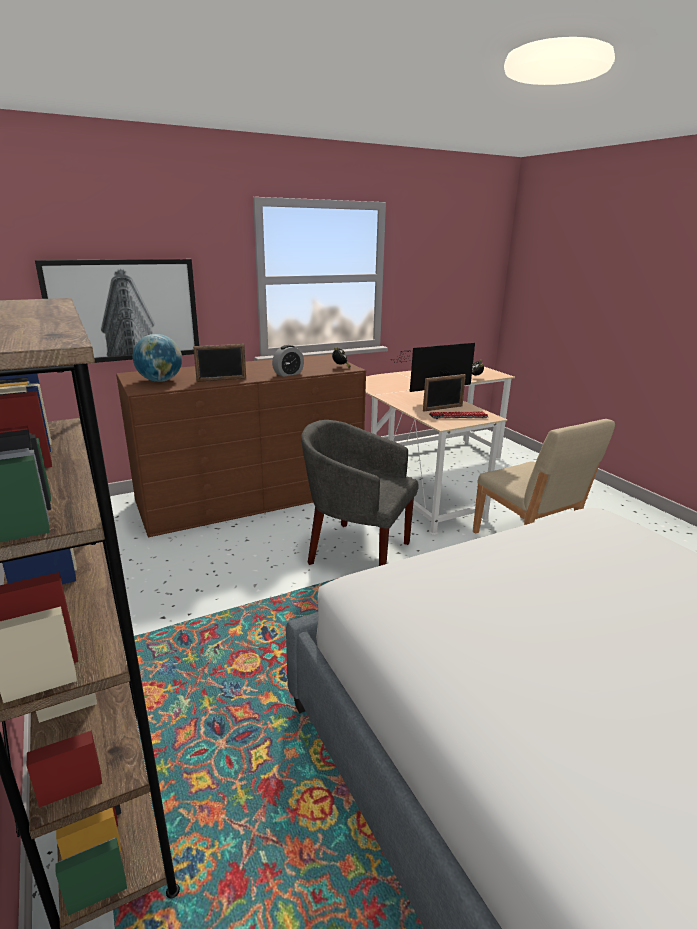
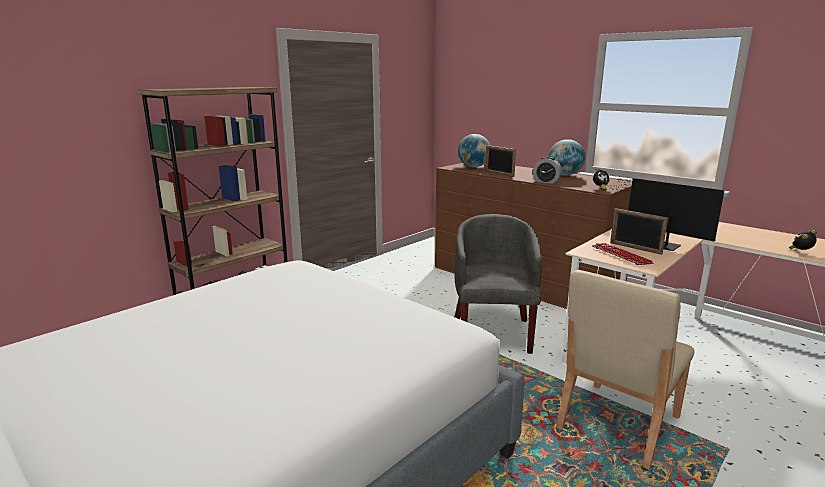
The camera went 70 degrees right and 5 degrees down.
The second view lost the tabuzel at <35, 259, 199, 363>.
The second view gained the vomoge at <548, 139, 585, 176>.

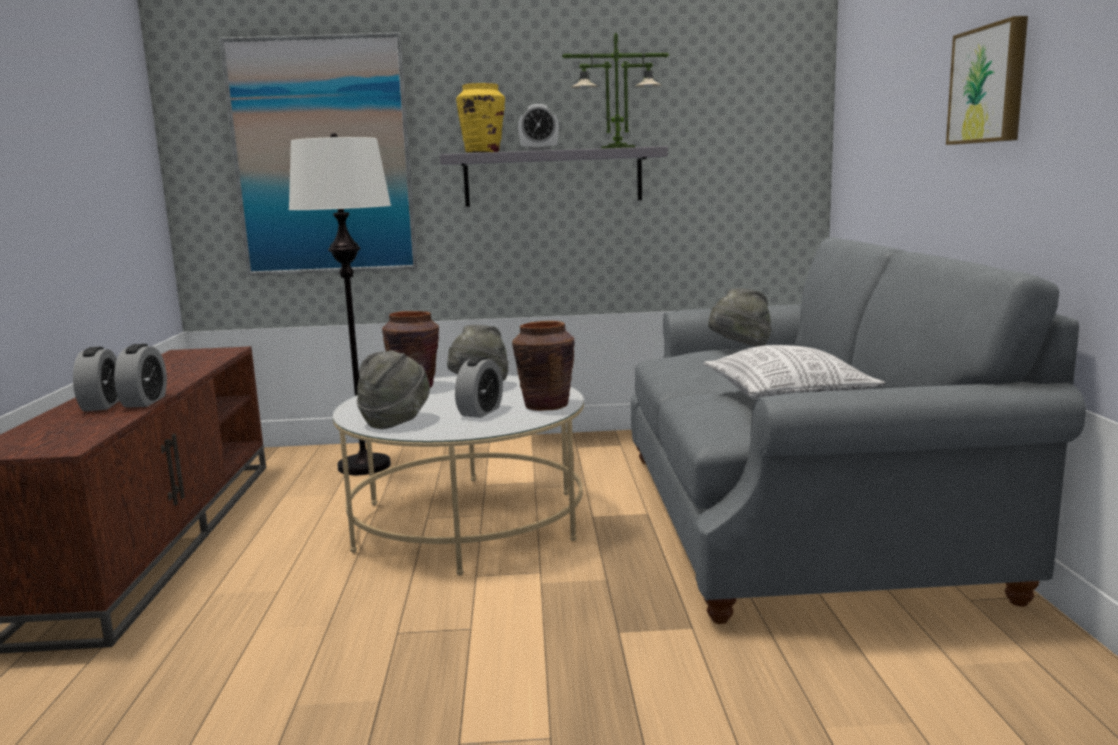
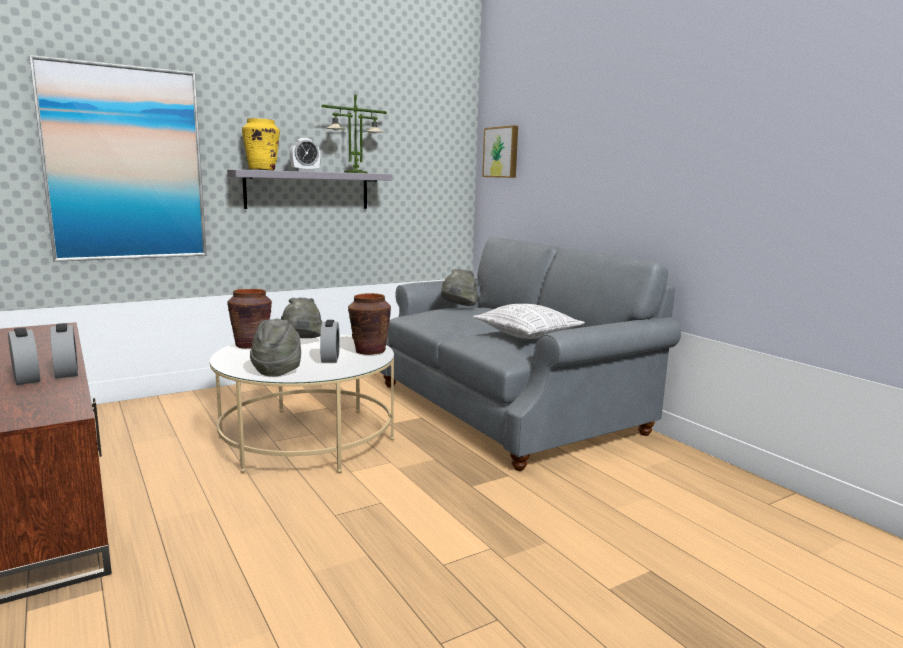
The camera went 30 degrees left and 0 degrees up.
The second view lost the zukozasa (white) at <288, 133, 391, 475>.
The tabuzel ended up elsewhere, having gone from <946, 16, 1028, 145> to <482, 125, 518, 178>.

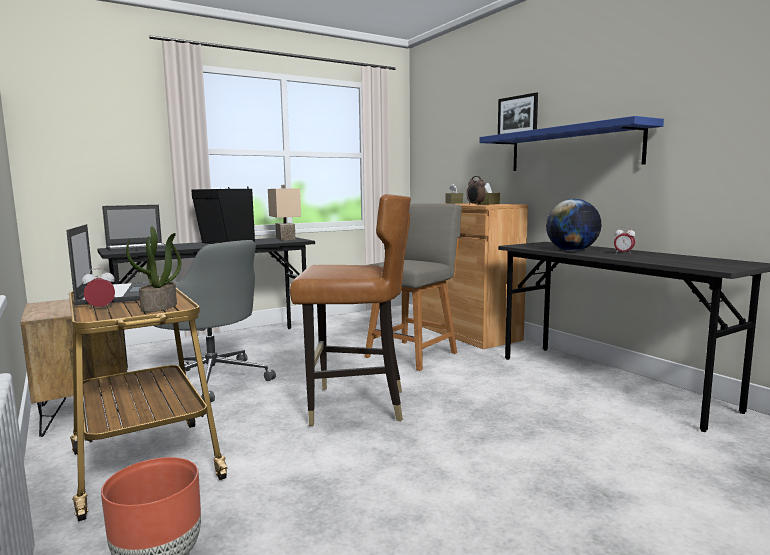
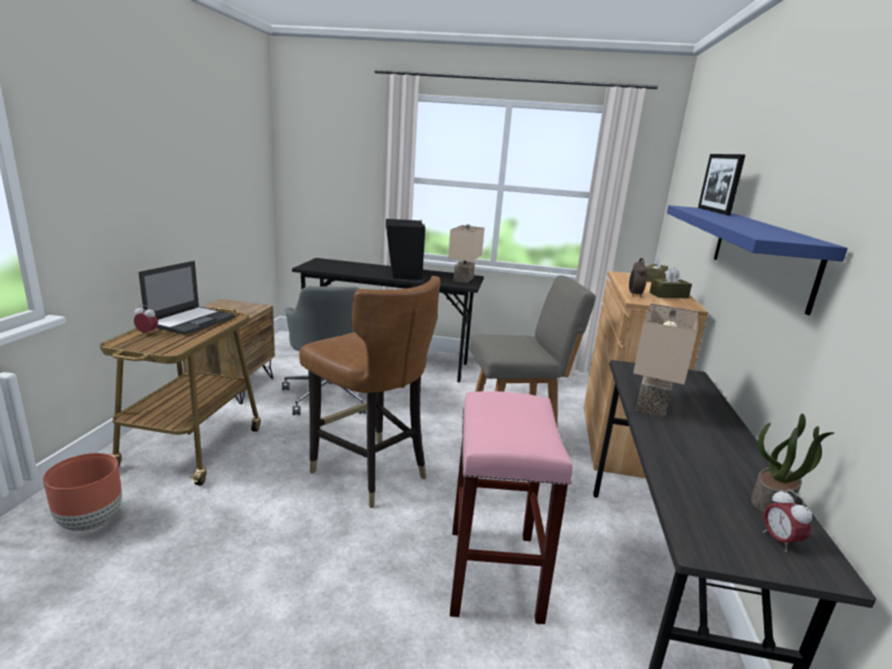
The camera went 40 degrees right and 10 degrees up.
The second view lost the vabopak at <102, 205, 166, 252>.
The second view gained the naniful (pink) at <450, 391, 573, 624>.
The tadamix ended up elsewhere, having gone from <126, 226, 182, 312> to <751, 414, 834, 512>.
The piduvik ended up elsewhere, having gone from <614, 226, 636, 255> to <763, 489, 812, 552>.
Where the vomoge stood at <546, 199, 601, 251>, the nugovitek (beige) came to stand at <633, 303, 698, 418>.

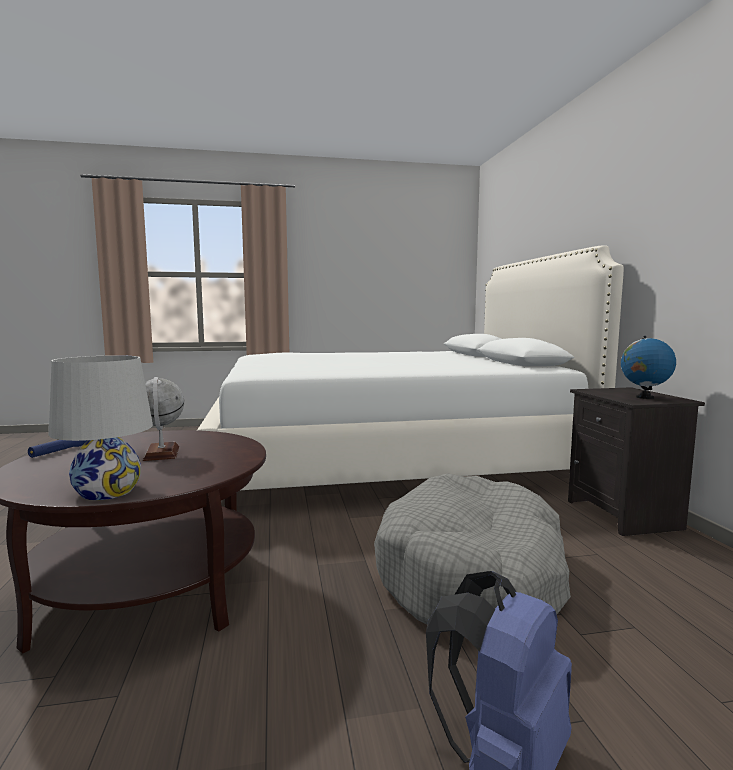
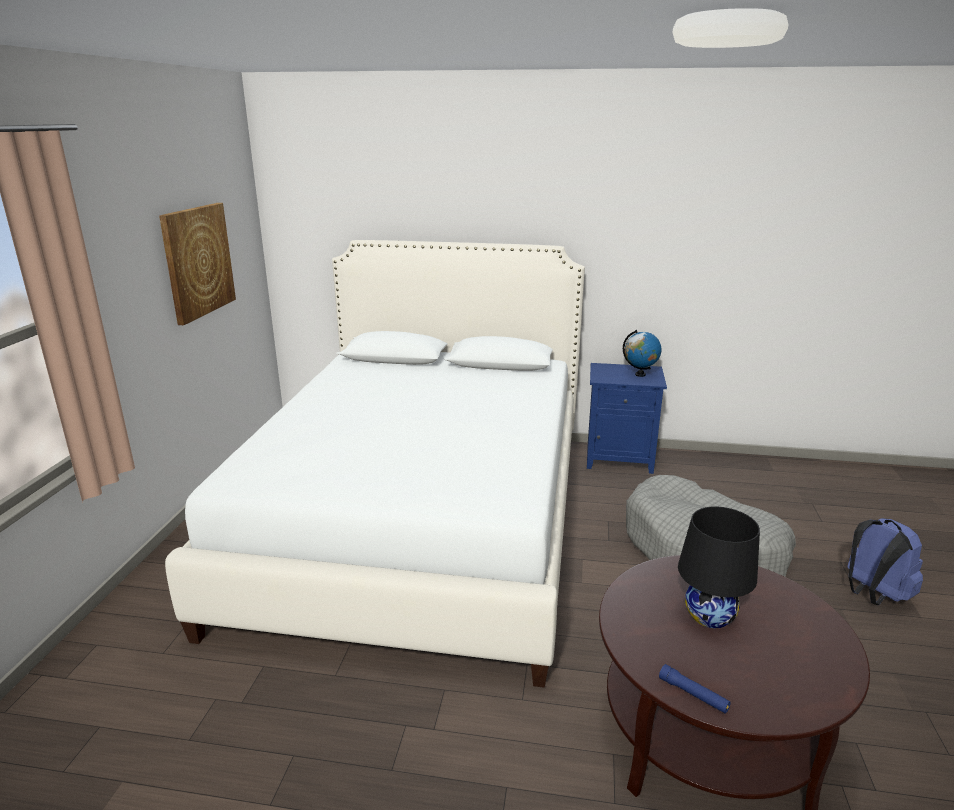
The camera went 70 degrees left and 15 degrees up.
The second view lost the nugovitek (white) at <48, 355, 153, 500>.
The second view gained the tabuzel at <159, 203, 236, 325>.
Where the vomoge stood at <142, 377, 184, 461>, the nugovitek (black) came to stand at <678, 507, 760, 628>.
What was the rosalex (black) at <568, 387, 705, 536> turned into the rosalex (blue) at <587, 363, 667, 474>.

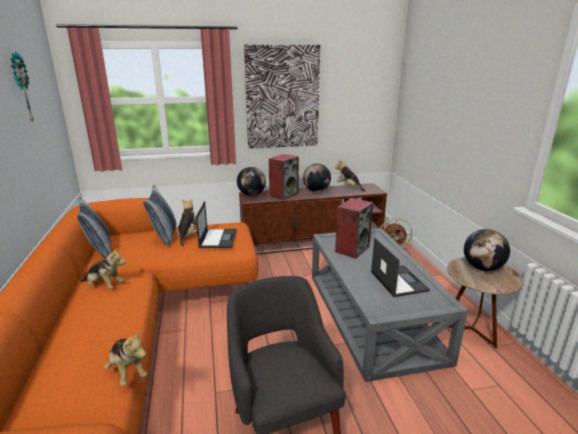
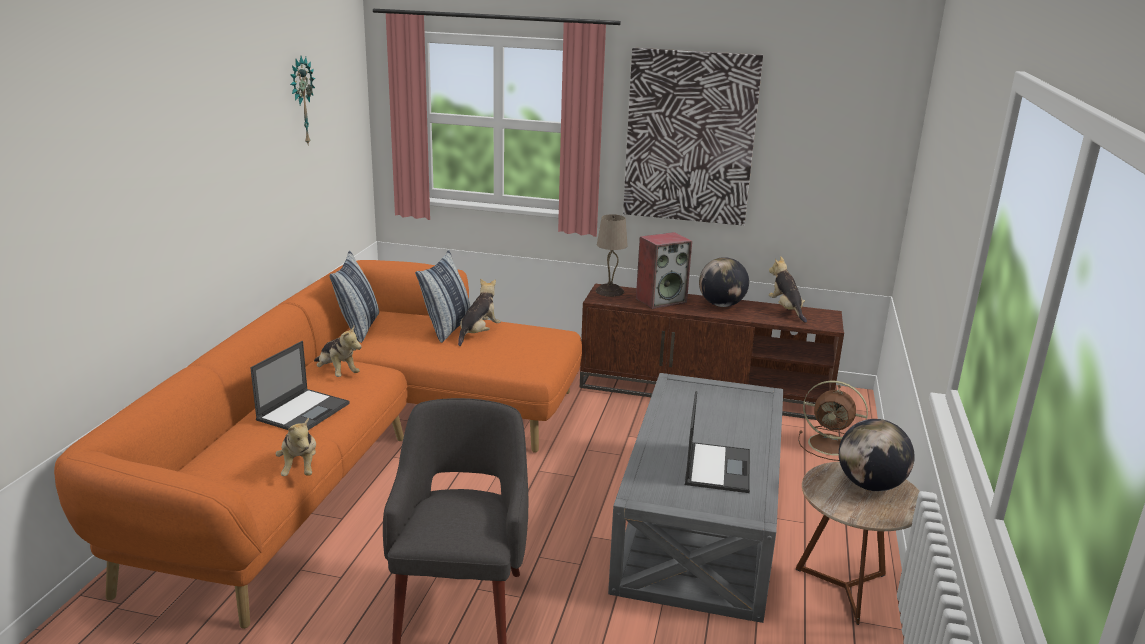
The camera went 25 degrees right and 0 degrees up.
The second view lost the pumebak at <335, 198, 373, 258>.
The vabopak ended up elsewhere, having gone from <196, 201, 237, 248> to <250, 341, 350, 430>.
Where the vomoge stood at <237, 167, 266, 196>, the nugovitek (beige) came to stand at <596, 214, 628, 297>.

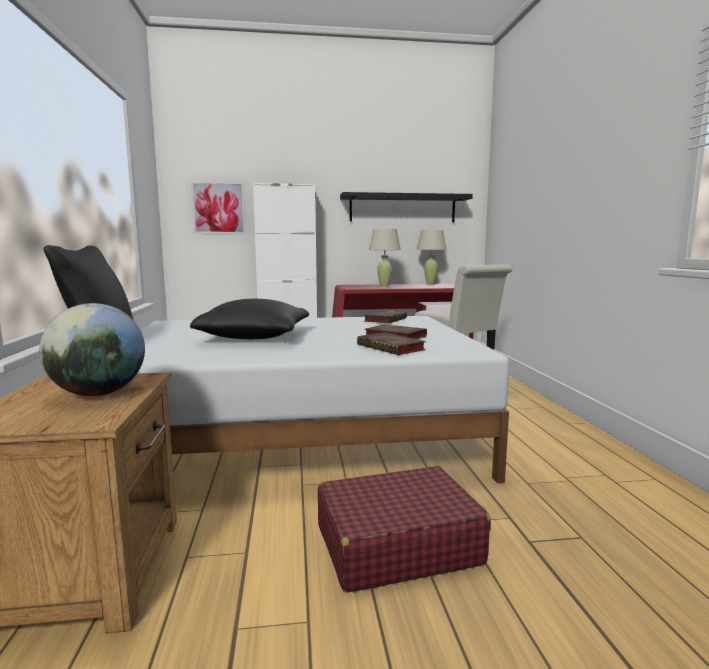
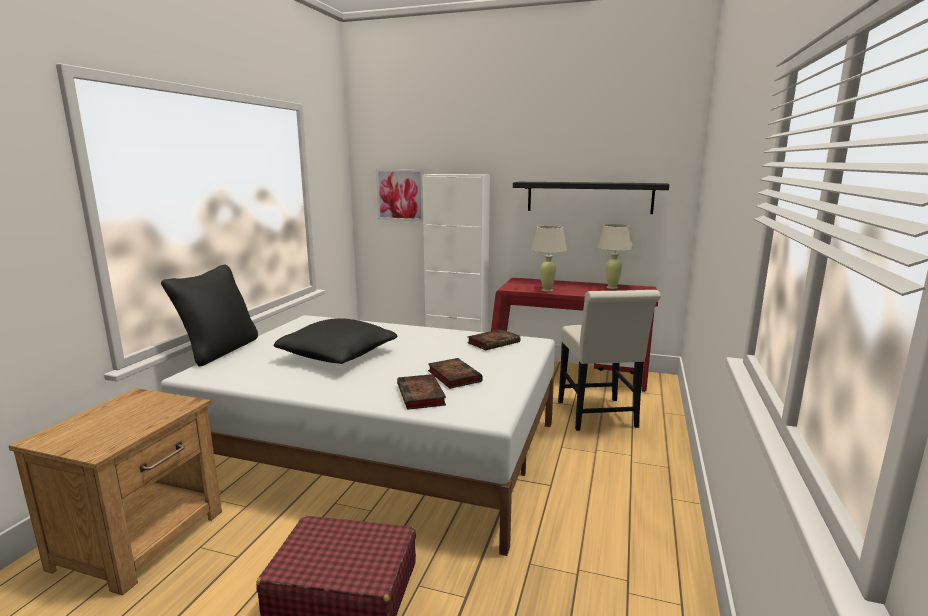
The camera went 25 degrees right and 5 degrees up.
The second view lost the vomoge at <39, 303, 145, 396>.

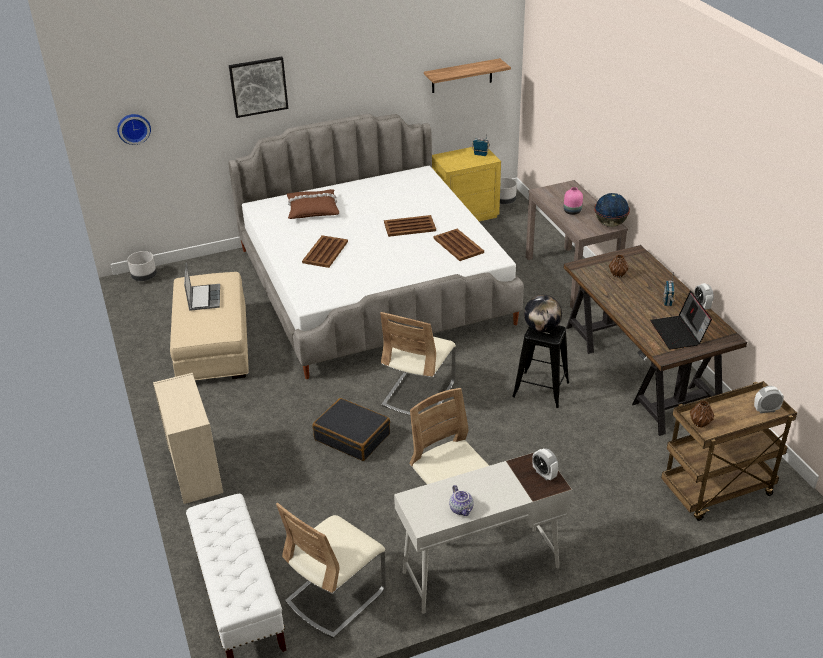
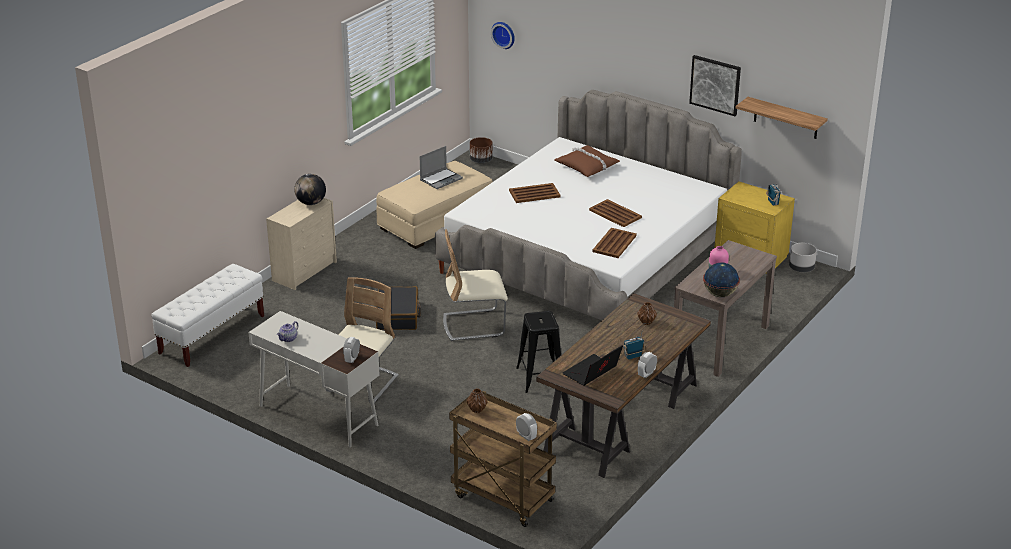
The camera went 55 degrees right and 5 degrees down.
The second view lost the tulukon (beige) at <276, 503, 386, 638>.
The tabuzel ended up elsewhere, having gone from <229, 57, 289, 118> to <689, 55, 741, 116>.
The vomoge ended up elsewhere, having gone from <524, 295, 562, 332> to <294, 174, 326, 205>.
What was the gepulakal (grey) at <127, 251, 157, 281> turned into the gepulakal (brown) at <470, 137, 493, 163>.

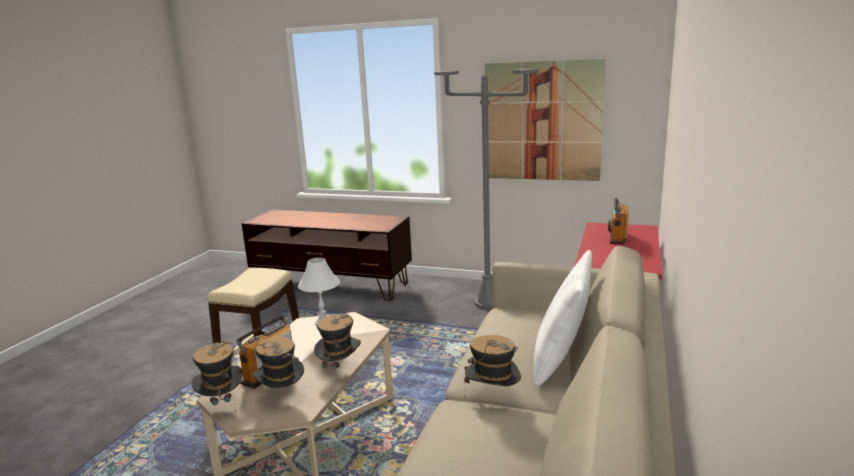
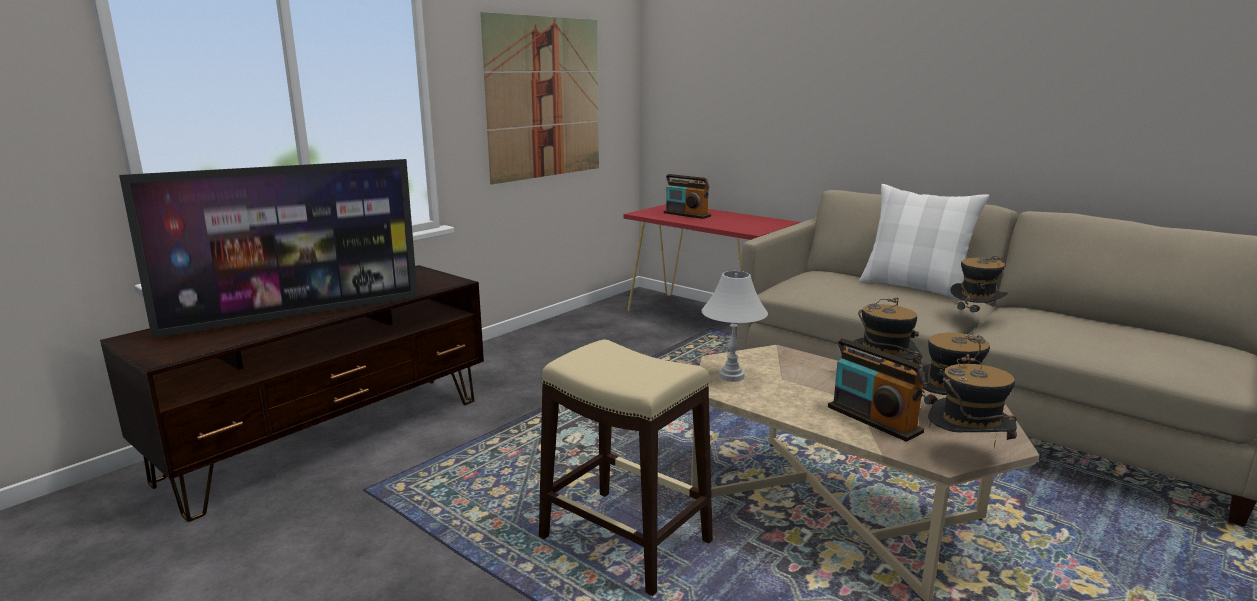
The camera went 70 degrees left and 0 degrees up.
The second view lost the zukozasa (grey) at <434, 69, 538, 309>.
The second view gained the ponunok at <119, 159, 418, 338>.

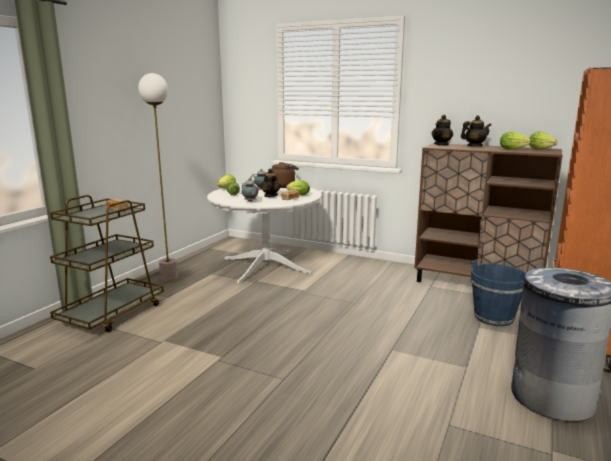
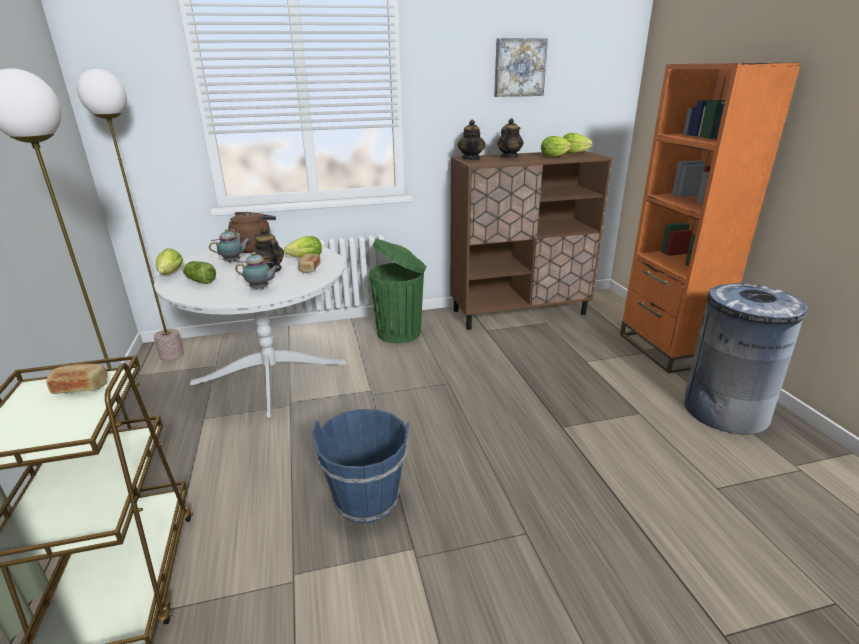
The camera went 40 degrees left and 10 degrees up.
The second view gained the zukozasa at <77, 69, 184, 361>.
The second view gained the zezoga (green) at <369, 239, 426, 343>.
The second view gained the tabuzel at <494, 38, 548, 97>.
The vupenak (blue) ended up elsewhere, having gone from <471, 260, 526, 326> to <311, 409, 409, 523>.

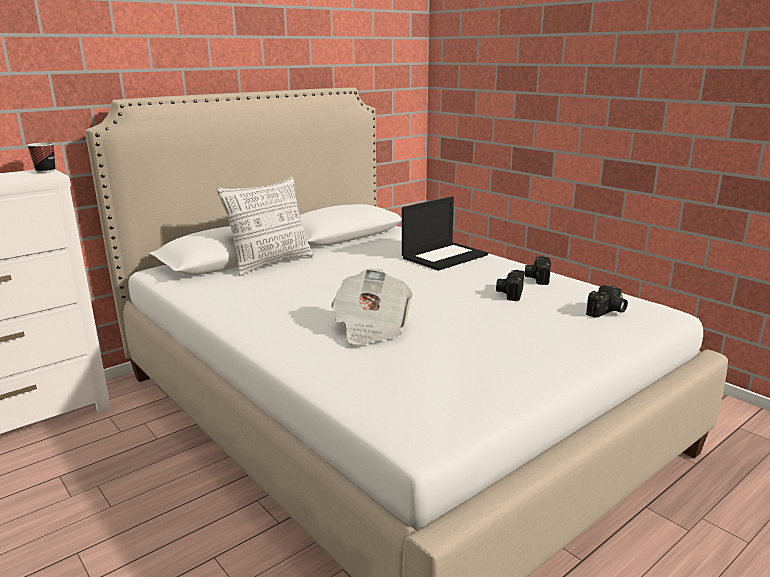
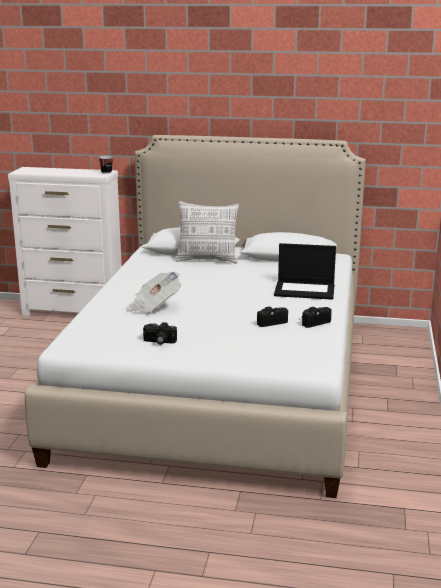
The camera went 50 degrees right and 0 degrees up.
The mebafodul ended up elsewhere, having gone from <586, 285, 628, 318> to <143, 322, 177, 345>.

